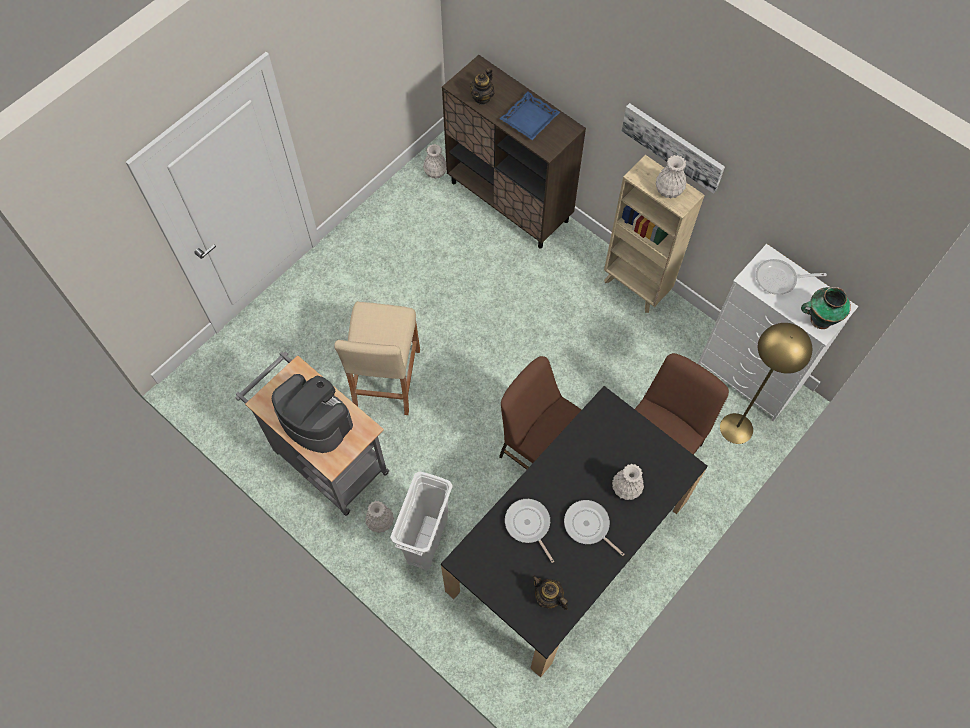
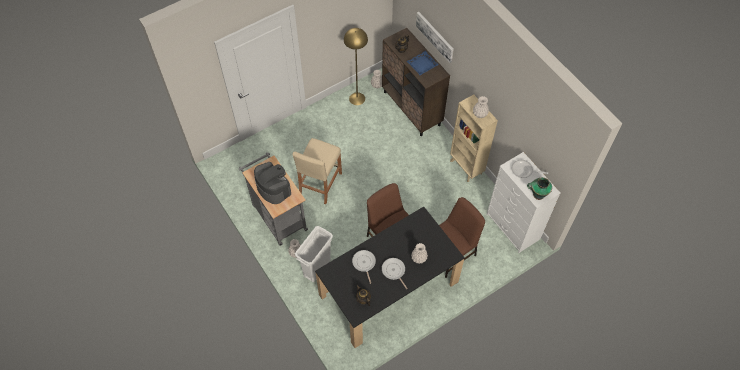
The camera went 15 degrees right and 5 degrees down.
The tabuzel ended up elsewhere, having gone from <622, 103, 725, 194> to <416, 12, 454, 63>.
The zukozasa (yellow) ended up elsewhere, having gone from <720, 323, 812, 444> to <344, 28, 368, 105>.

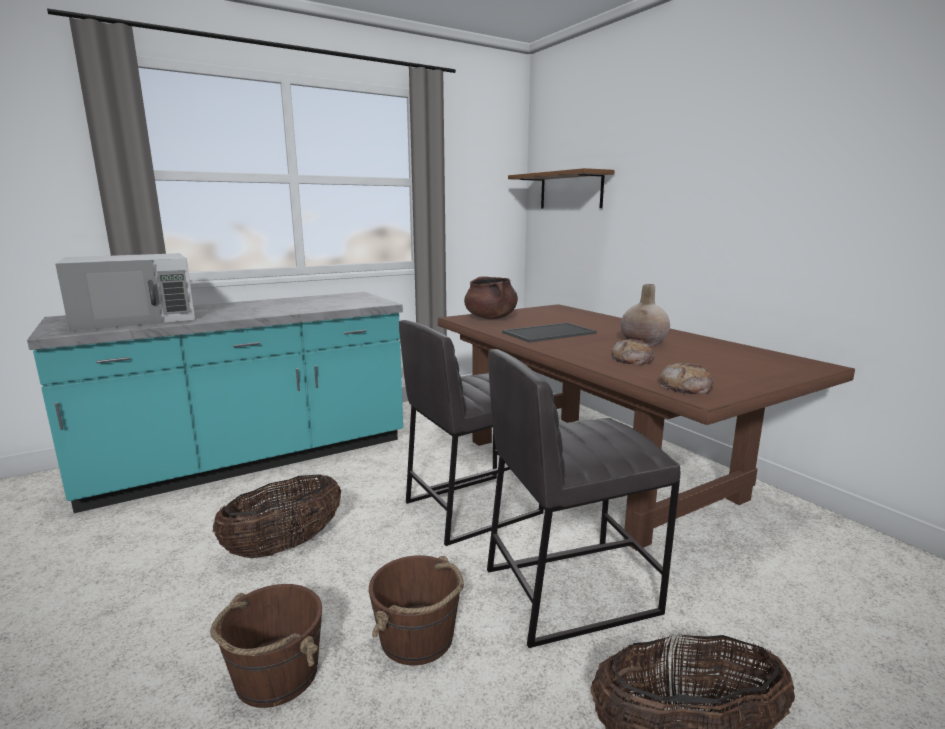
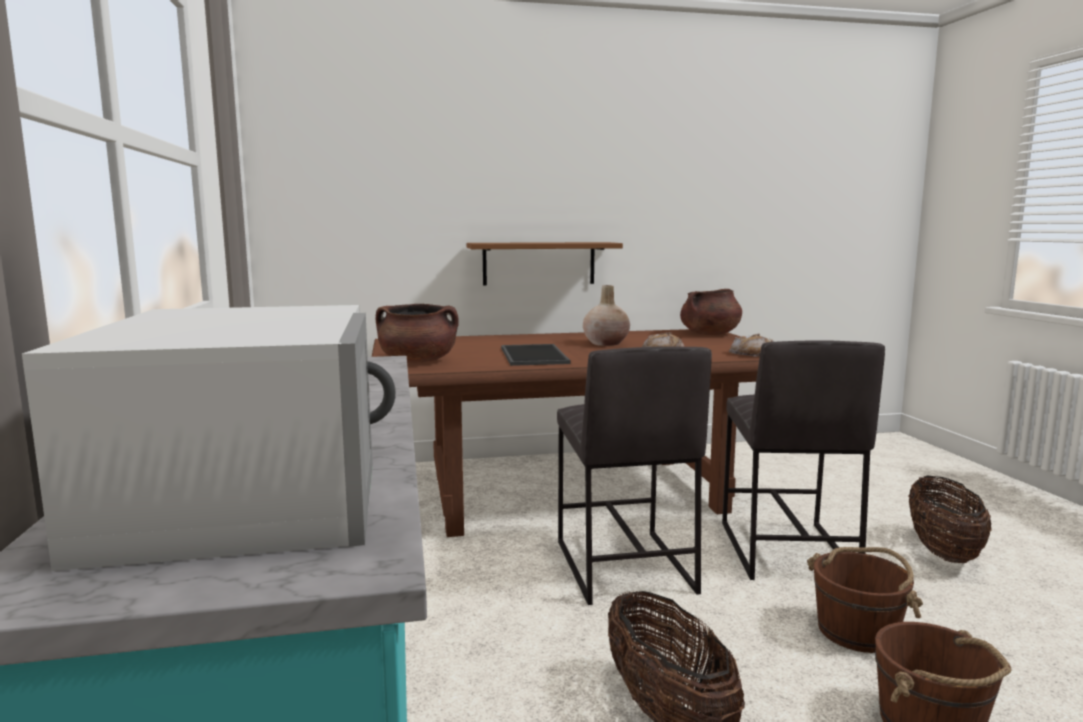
The camera went 70 degrees left and 5 degrees down.
The second view gained the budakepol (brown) at <680, 289, 742, 335>.
The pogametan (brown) ended up elsewhere, having gone from <508, 168, 615, 209> to <467, 242, 623, 286>.

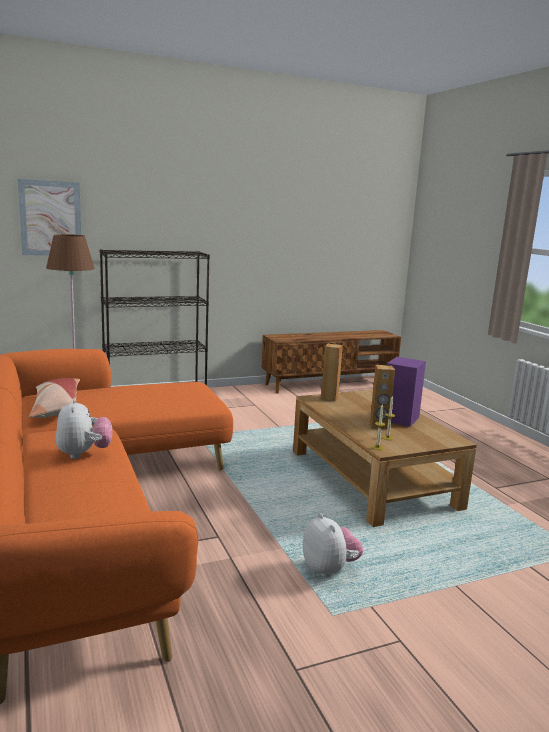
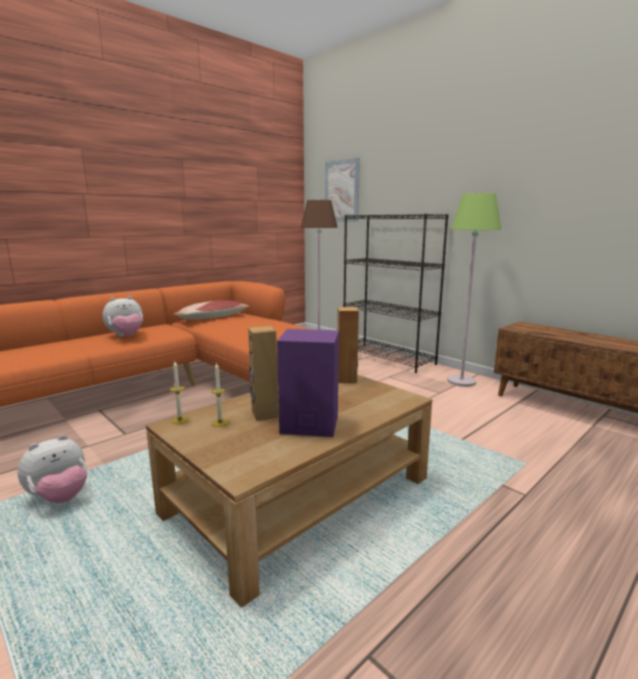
The camera went 70 degrees right and 0 degrees up.
The second view gained the zukozasa (green) at <447, 193, 502, 387>.

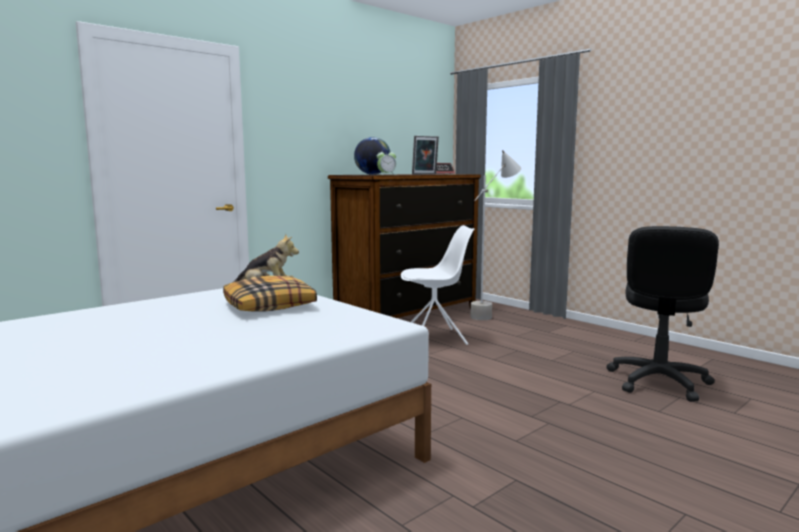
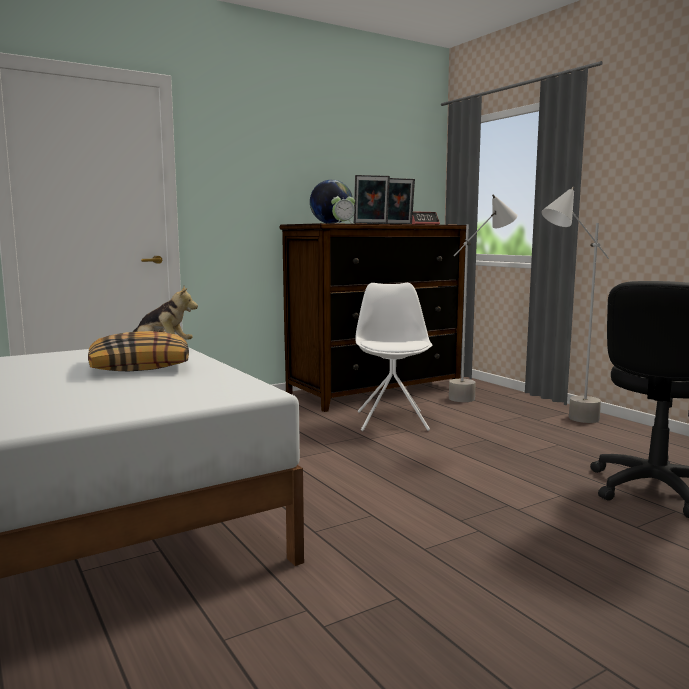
The camera went 10 degrees right and 0 degrees up.
The second view gained the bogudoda at <354, 175, 390, 224>.
The second view gained the zukozasa (grey) at <541, 186, 609, 423>.
The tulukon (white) at <401, 225, 475, 345> ended up facing another way, 90 degrees counterclockwise from before.

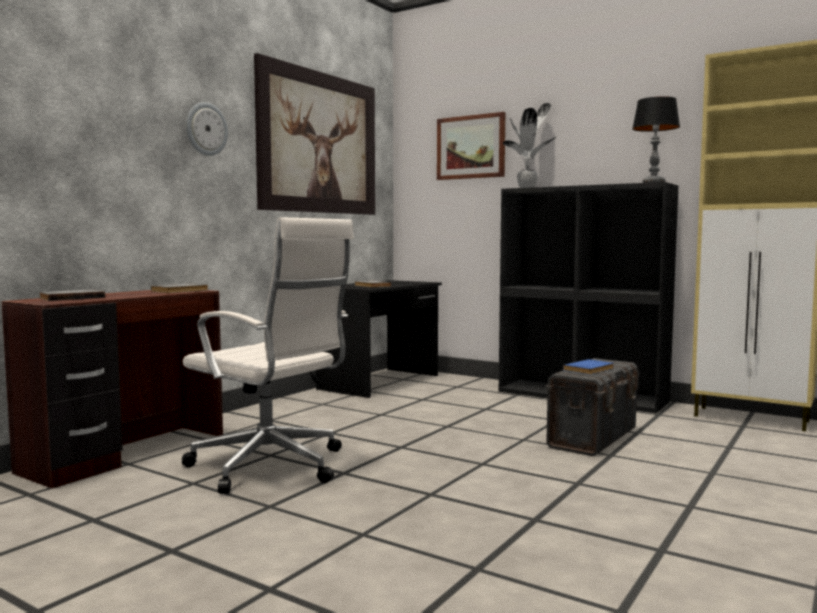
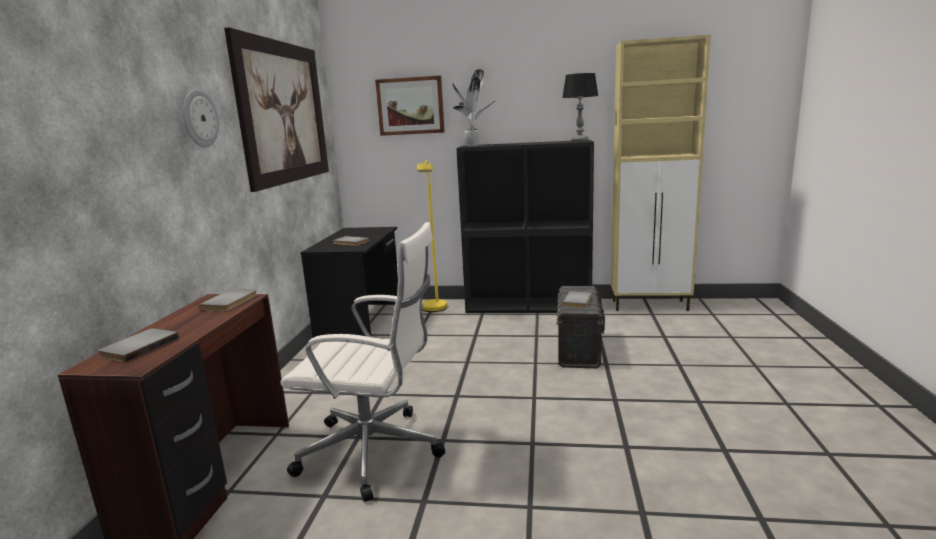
The camera went 25 degrees left and 10 degrees up.
The second view gained the zukozasa (yellow) at <417, 160, 447, 312>.
What was the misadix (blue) at <563, 359, 614, 375> turned into the misadix (grey) at <562, 291, 592, 308>.

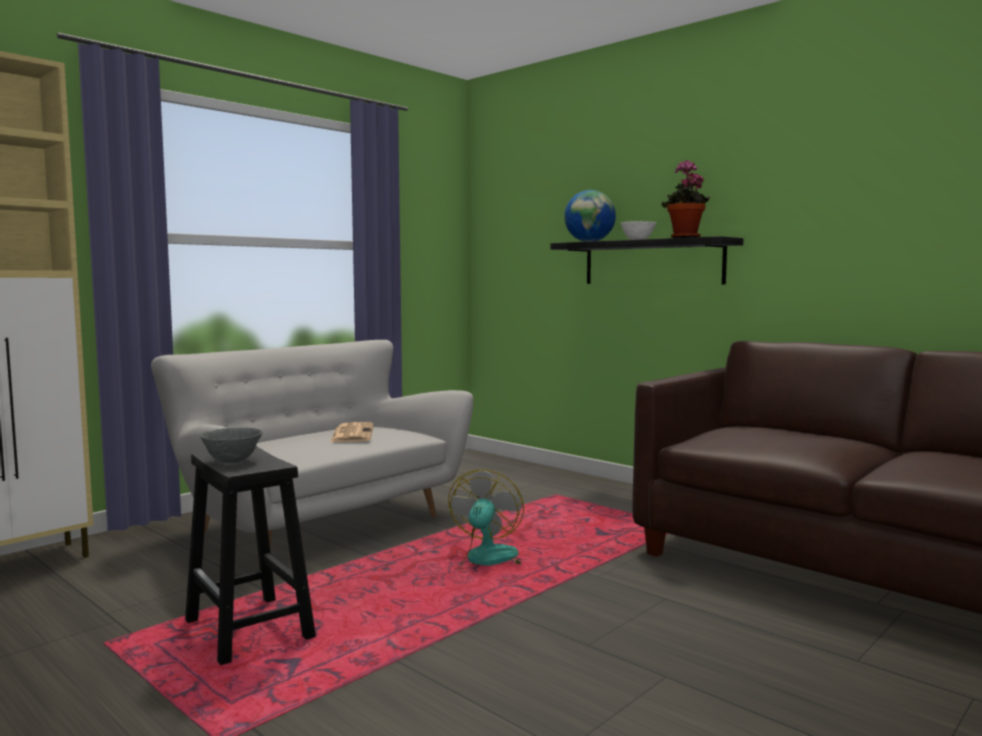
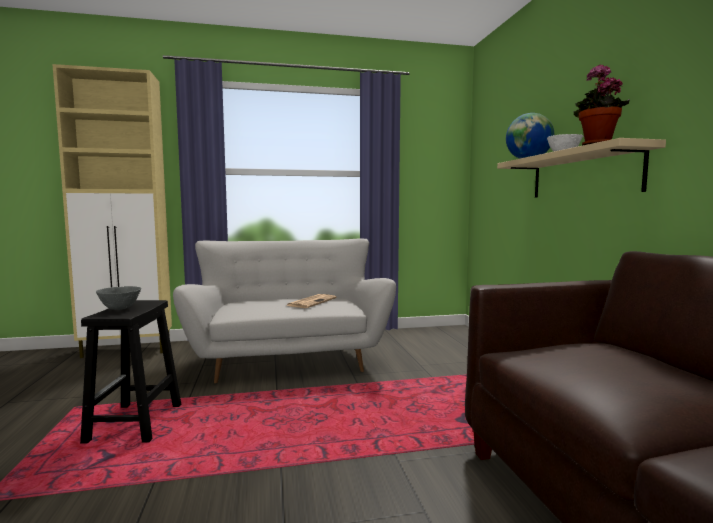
The camera went 35 degrees right and 0 degrees up.
The second view lost the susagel at <448, 470, 524, 575>.
What was the pogametan (black) at <550, 236, 743, 285> turned into the pogametan (beige) at <497, 138, 666, 197>.

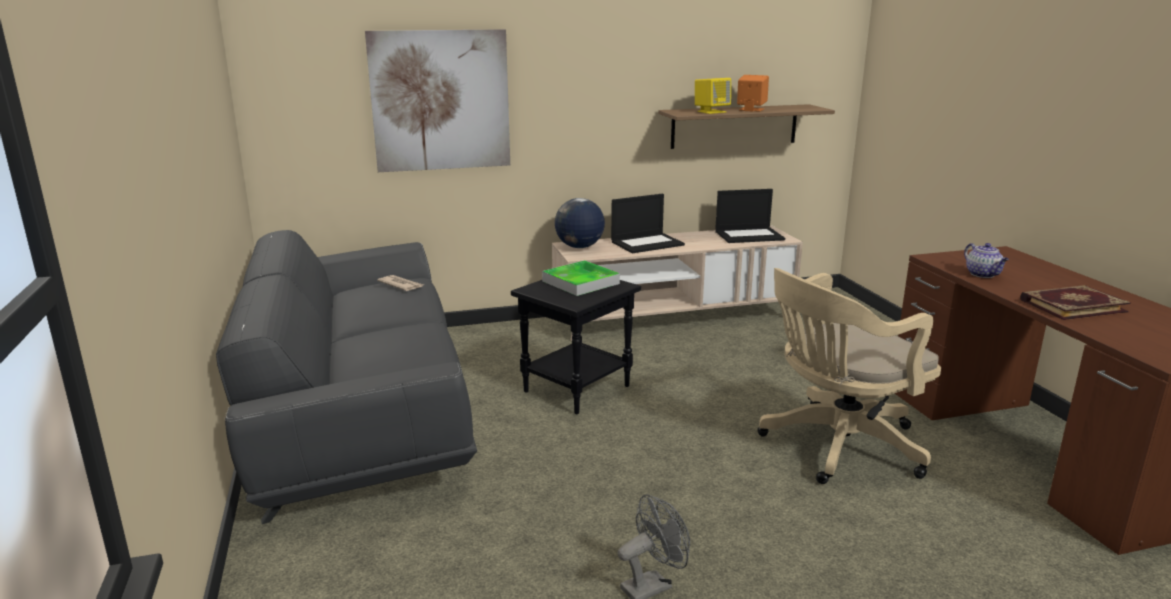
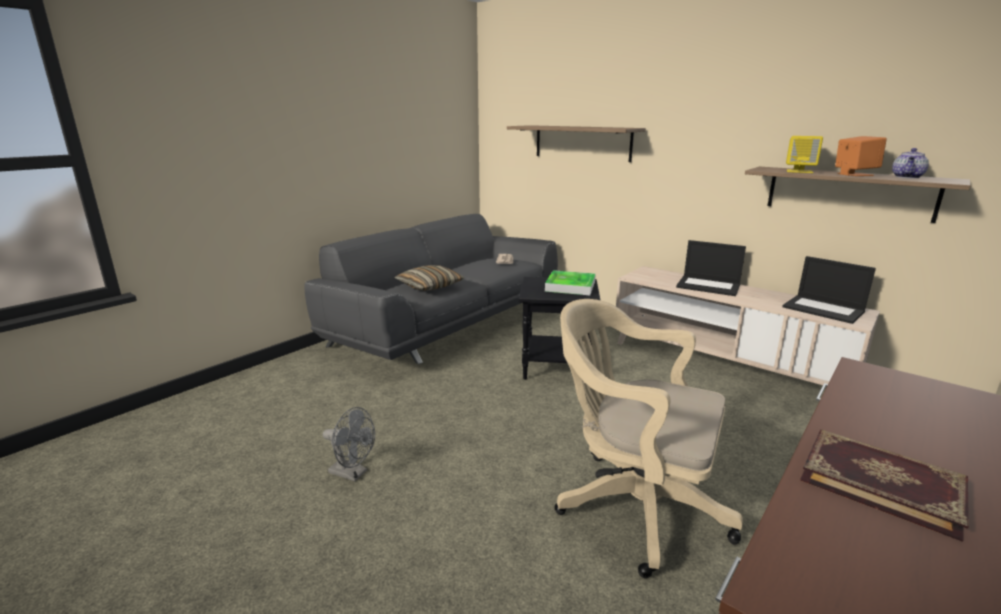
The camera went 55 degrees right and 0 degrees up.
The second view lost the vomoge at <555, 198, 605, 248>.
The second view gained the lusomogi at <394, 265, 464, 291>.
The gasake ended up elsewhere, having gone from <964, 243, 1009, 278> to <892, 148, 929, 178>.
Where the tabuzel hung at <365, 29, 510, 172>, the pogametan came to hang at <507, 125, 646, 162>.

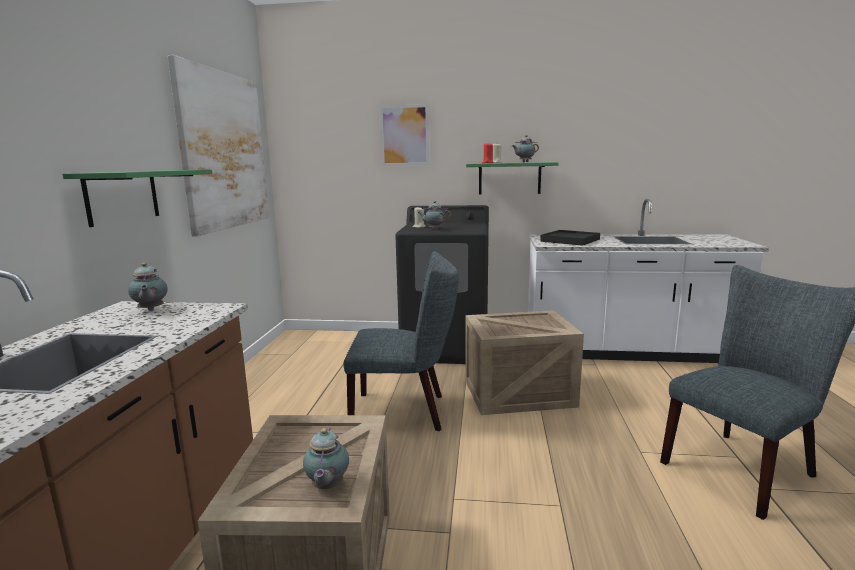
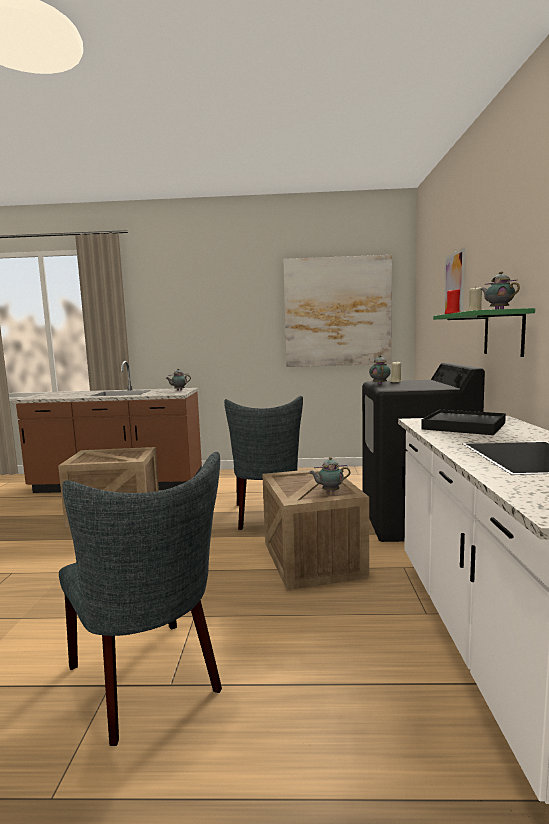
The camera went 85 degrees right and 5 degrees down.
The second view lost the pogametan (green) at <63, 169, 212, 227>.
The gasake ended up elsewhere, having gone from <303, 428, 349, 489> to <309, 457, 350, 492>.

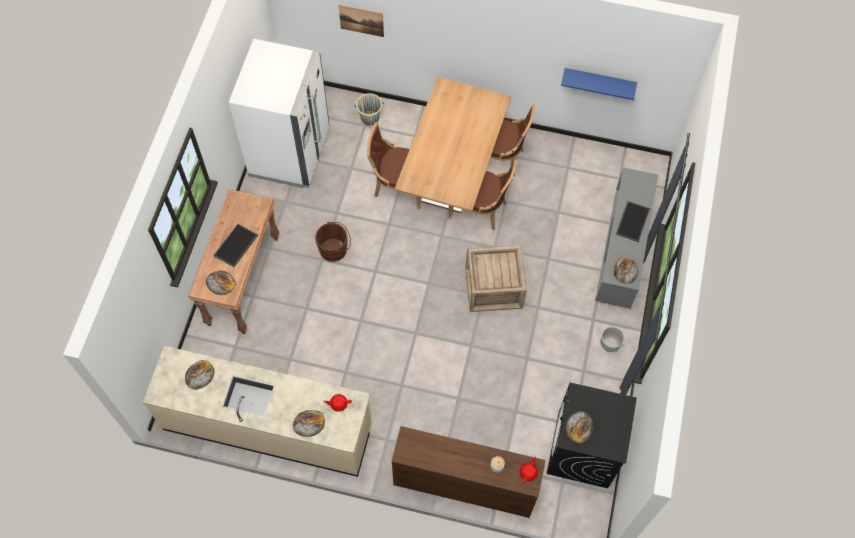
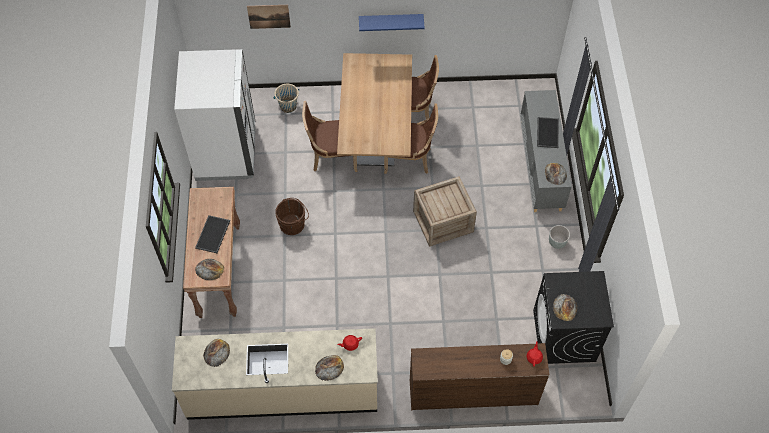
The camera went 15 degrees left and 5 degrees down.
The pogametan (blue) ended up elsewhere, having gone from <561, 68, 637, 100> to <359, 14, 425, 31>.

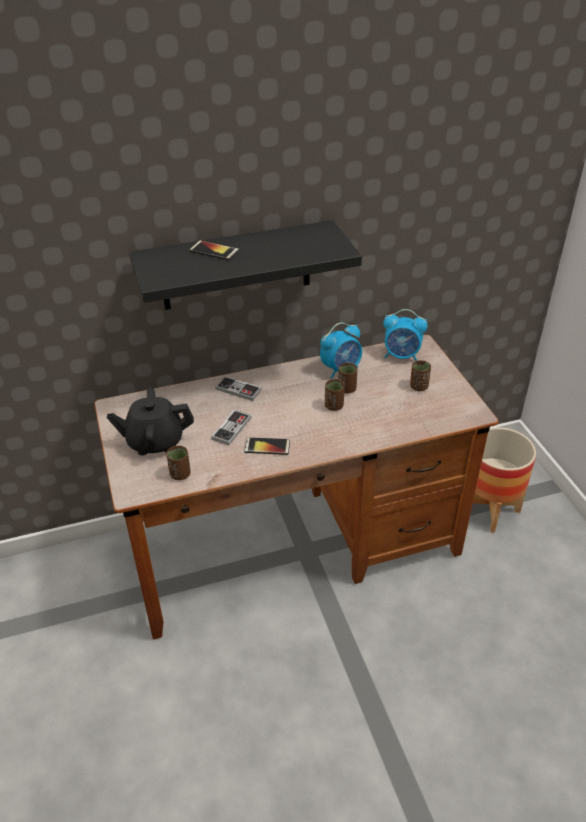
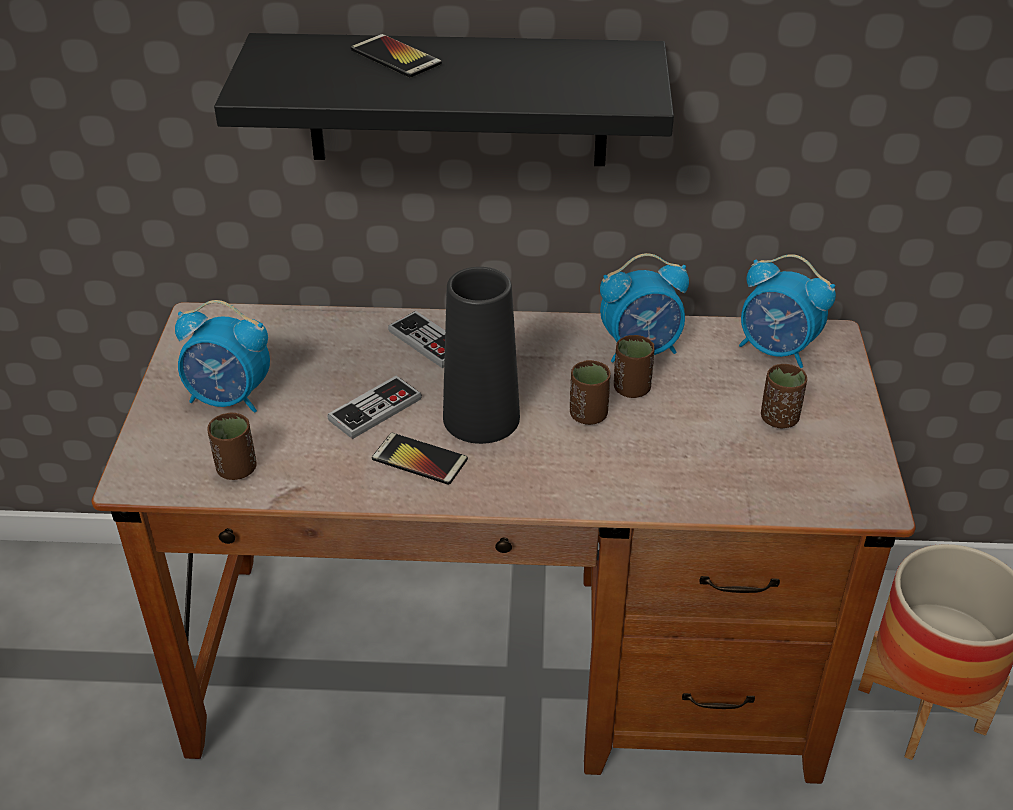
The camera went 20 degrees right and 0 degrees up.
The second view gained the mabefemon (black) at <443, 267, 520, 444>.
Where the gasake (black) stood at <107, 387, 194, 455>, the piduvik came to stand at <175, 300, 270, 413>.

